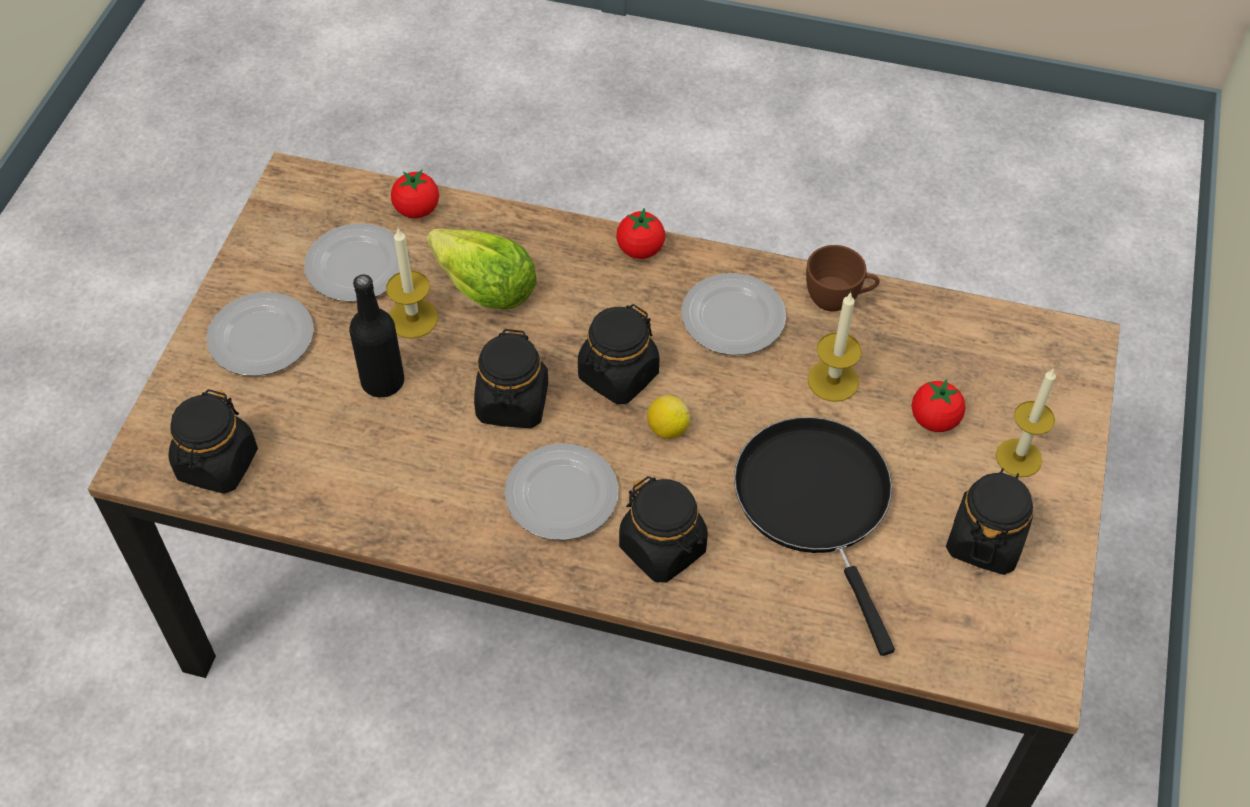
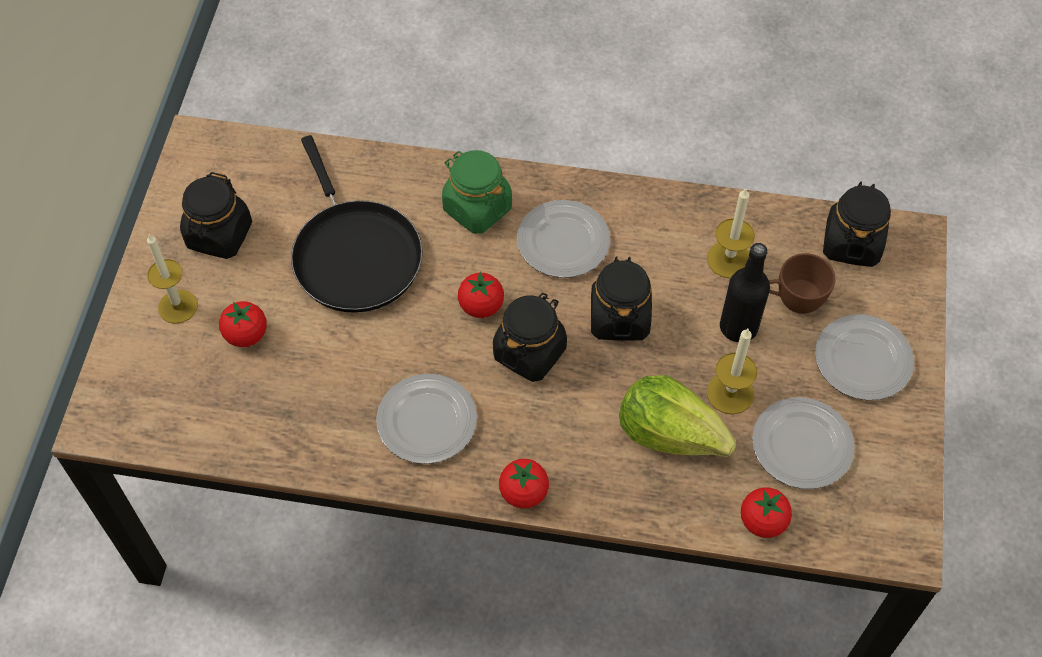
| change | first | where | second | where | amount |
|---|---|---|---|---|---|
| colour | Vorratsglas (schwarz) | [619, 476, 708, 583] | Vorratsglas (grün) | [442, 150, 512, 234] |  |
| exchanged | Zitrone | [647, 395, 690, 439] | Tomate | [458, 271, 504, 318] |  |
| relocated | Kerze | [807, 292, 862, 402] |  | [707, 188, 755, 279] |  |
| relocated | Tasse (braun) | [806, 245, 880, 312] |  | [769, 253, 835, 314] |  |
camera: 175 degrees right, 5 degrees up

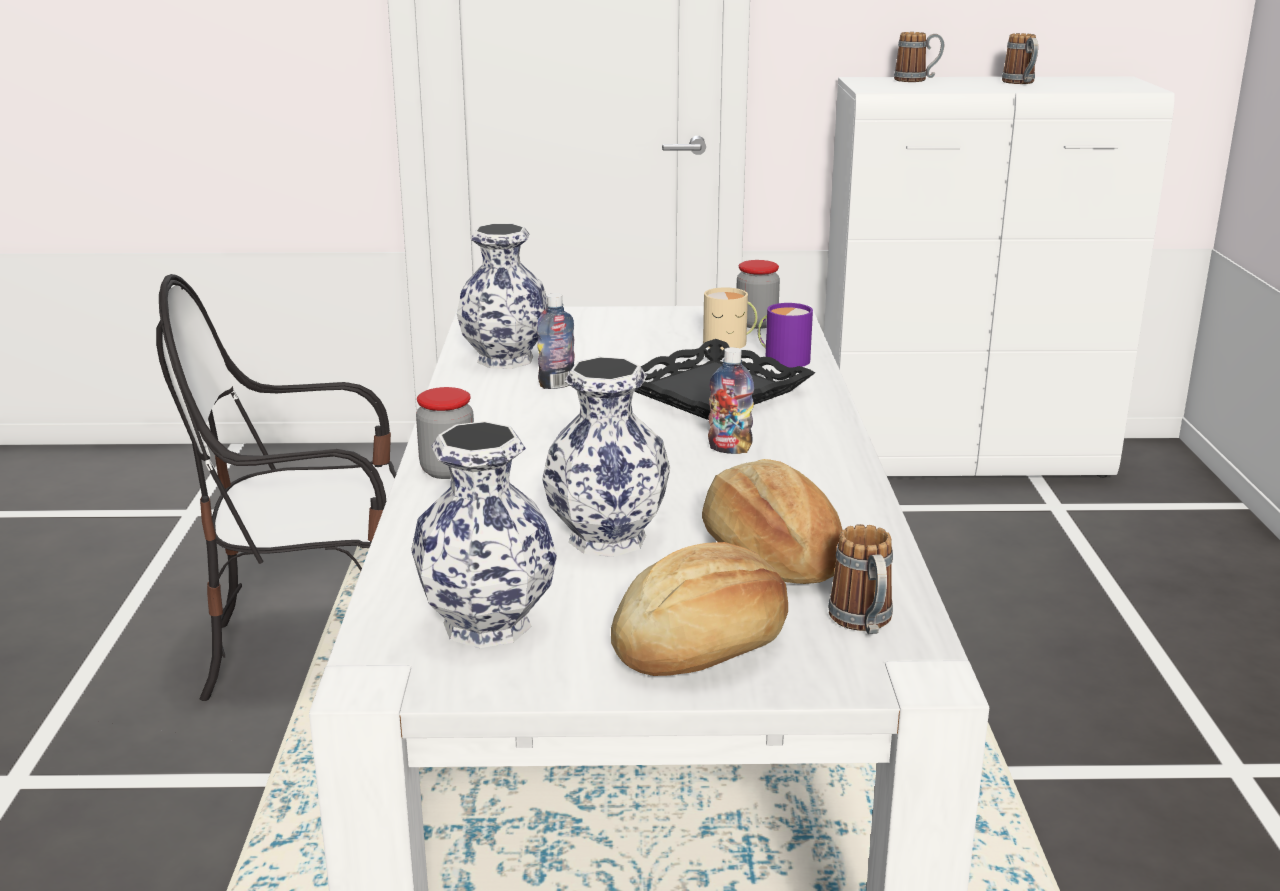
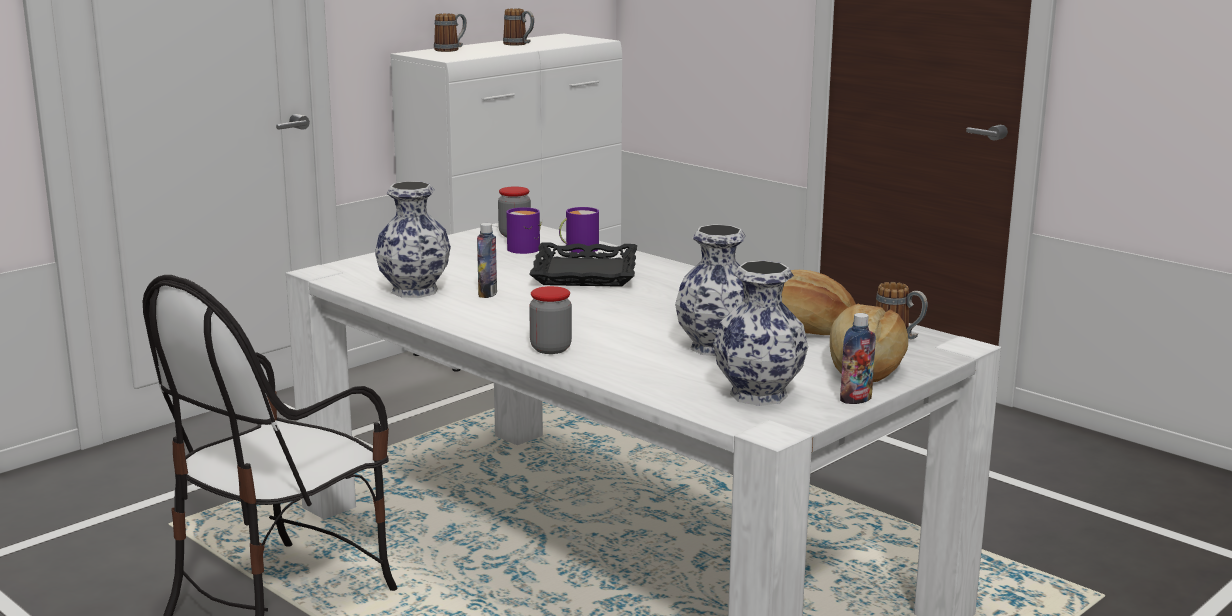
| change | first | where | second | where | amount |
|---|---|---|---|---|---|
| colour | Henkelbecher (beige) | [703, 287, 758, 350] | Henkelbecher (lila) | [506, 207, 541, 254] |  |
| relocated | Flasche | [708, 347, 754, 454] |  | [840, 313, 876, 404] |  |
camera: 45 degrees left, 5 degrees down

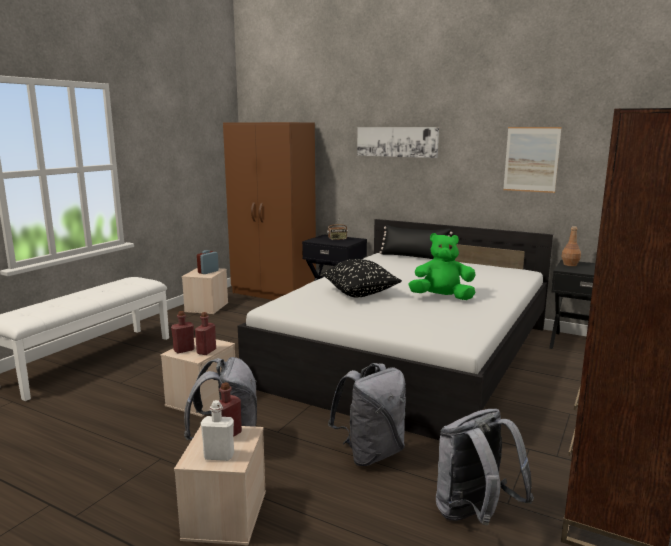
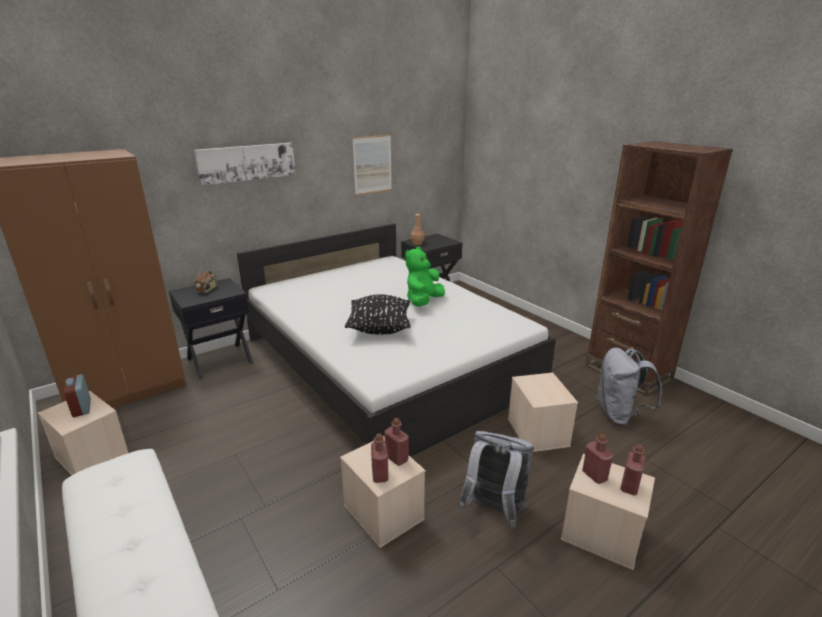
| change | first | where | second | where | amount |
|---|---|---|---|---|---|
| exchanged | Rucksack (grau) | [328, 363, 406, 466] | Aufbewahrungsbox (beige) | [508, 372, 578, 452] |  |
| colour | Flasche (weiß) | [201, 400, 234, 461] | Flasche (rot) | [620, 444, 646, 495] |  |
| missing | Kissen (schwarz) | [379, 225, 453, 259] |  |  |  |
camera: 65 degrees left, 10 degrees up

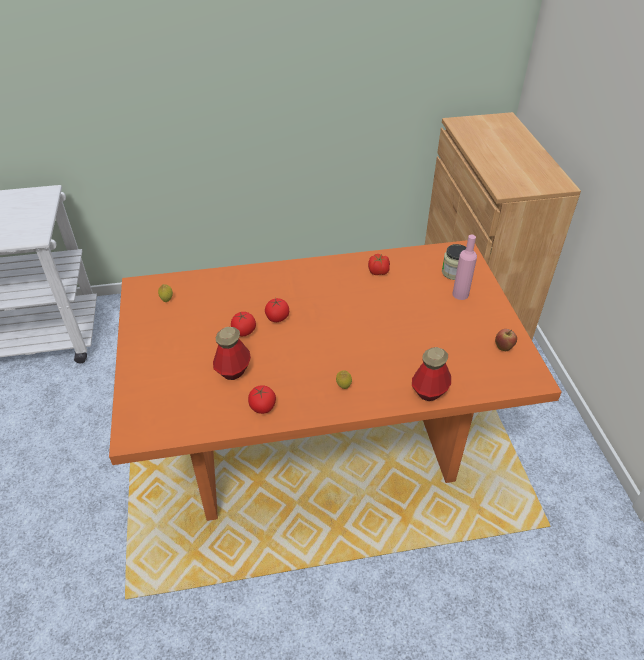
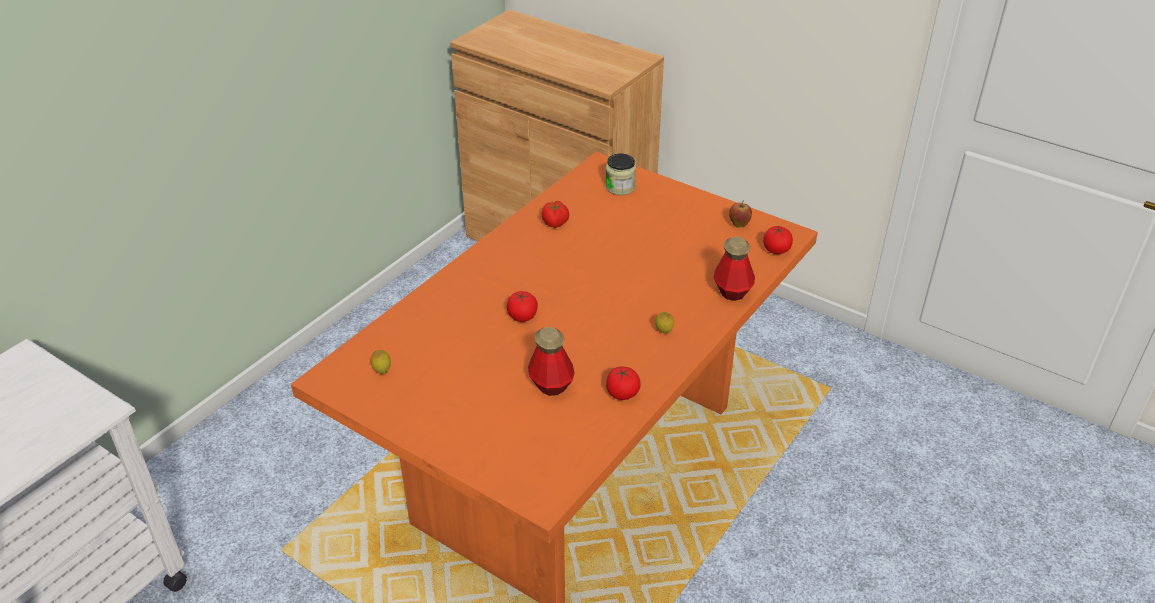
| change | first | where | second | where | amount |
|---|---|---|---|---|---|
| relocated | Tomate | [231, 312, 256, 336] |  | [763, 226, 793, 254] |  |
| missing | Flasche (rosa) | [452, 235, 477, 300] |  |  |  |
camera: 45 degrees left, 5 degrees down

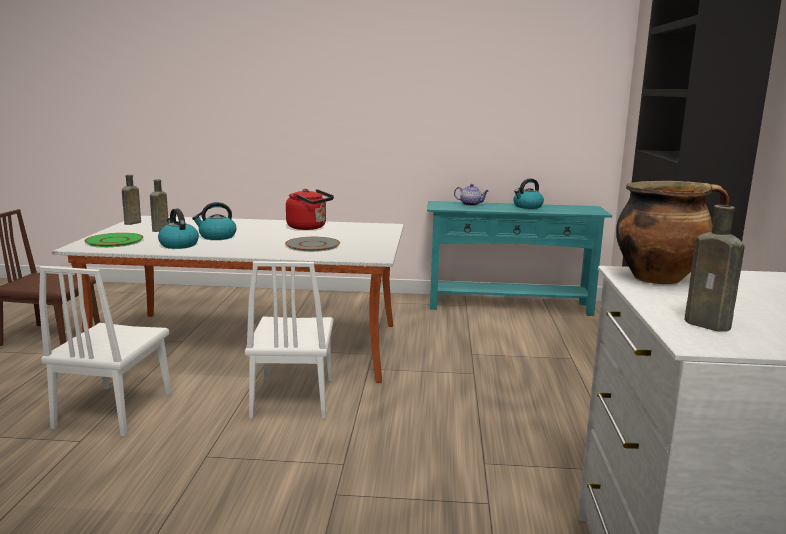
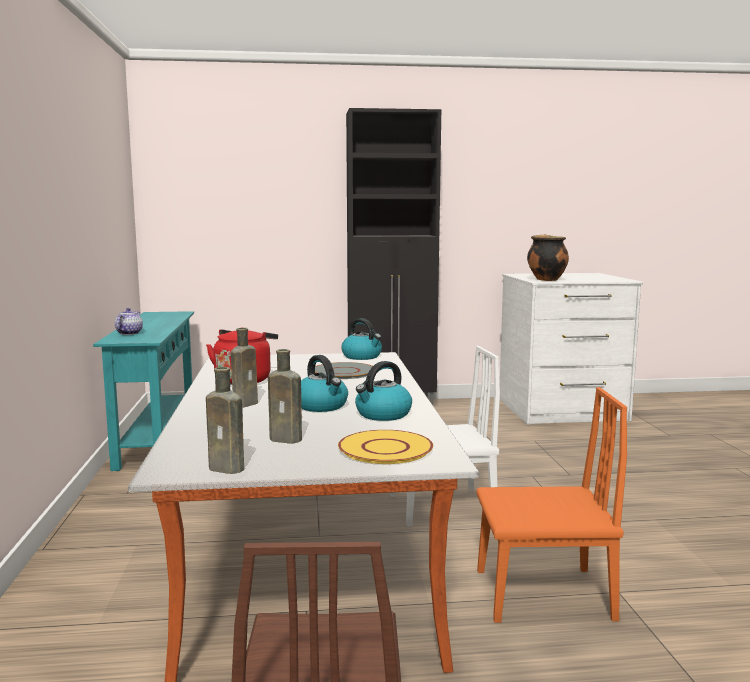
| change | first | where | second | where | amount |
|---|---|---|---|---|---|
| relocated | Flasche (braun) | [685, 205, 745, 332] |  | [231, 328, 258, 408] |  |
| colour | Teller (grün) | [85, 233, 144, 247] | Teller (gelb) | [338, 430, 433, 464] |  |
| relocated | Wasserkessel | [513, 178, 544, 209] |  | [341, 318, 382, 360] |  |
| colour | Stuhl (weiß) | [39, 266, 172, 437] | Stuhl (orange) | [476, 387, 627, 623] |  |
camera: 100 degrees left, 5 degrees down

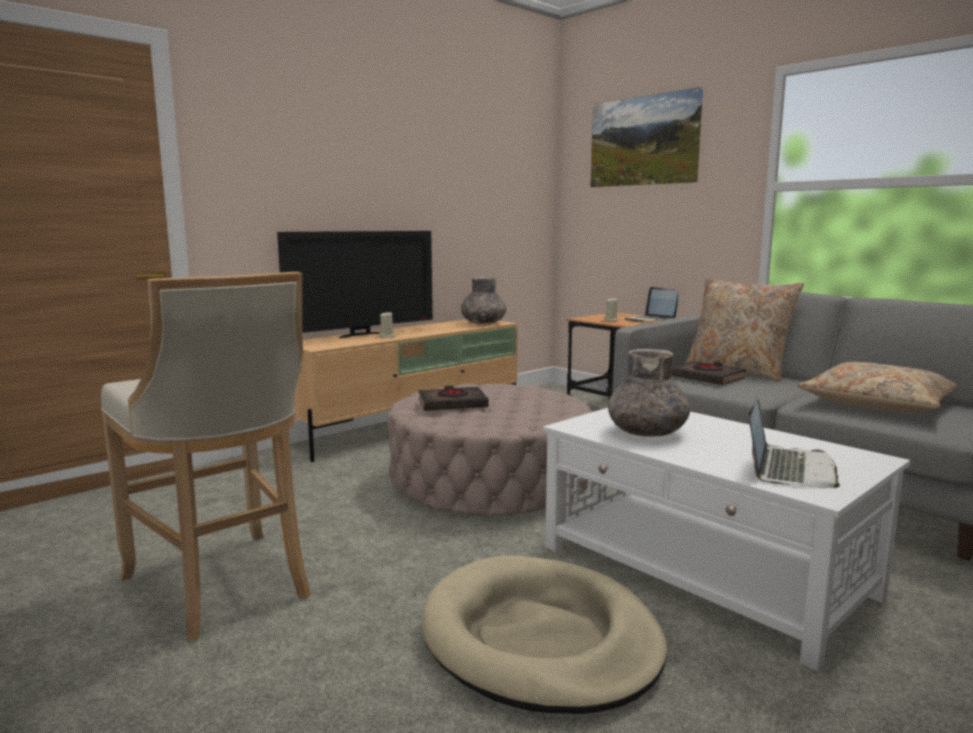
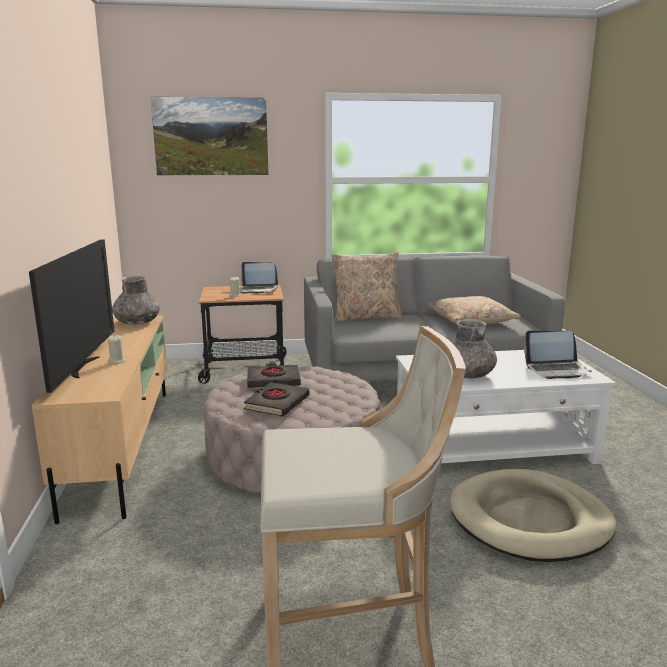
| change | first | where | second | where | amount |
|---|---|---|---|---|---|
| relocated | Buch (schwarz) | [671, 361, 746, 385] |  | [247, 364, 301, 388] |  |
| spun | Laptop | [749, 398, 840, 488] |  | [524, 331, 592, 379] | 120 degrees clockwise |
camera: 55 degrees left, 5 degrees up

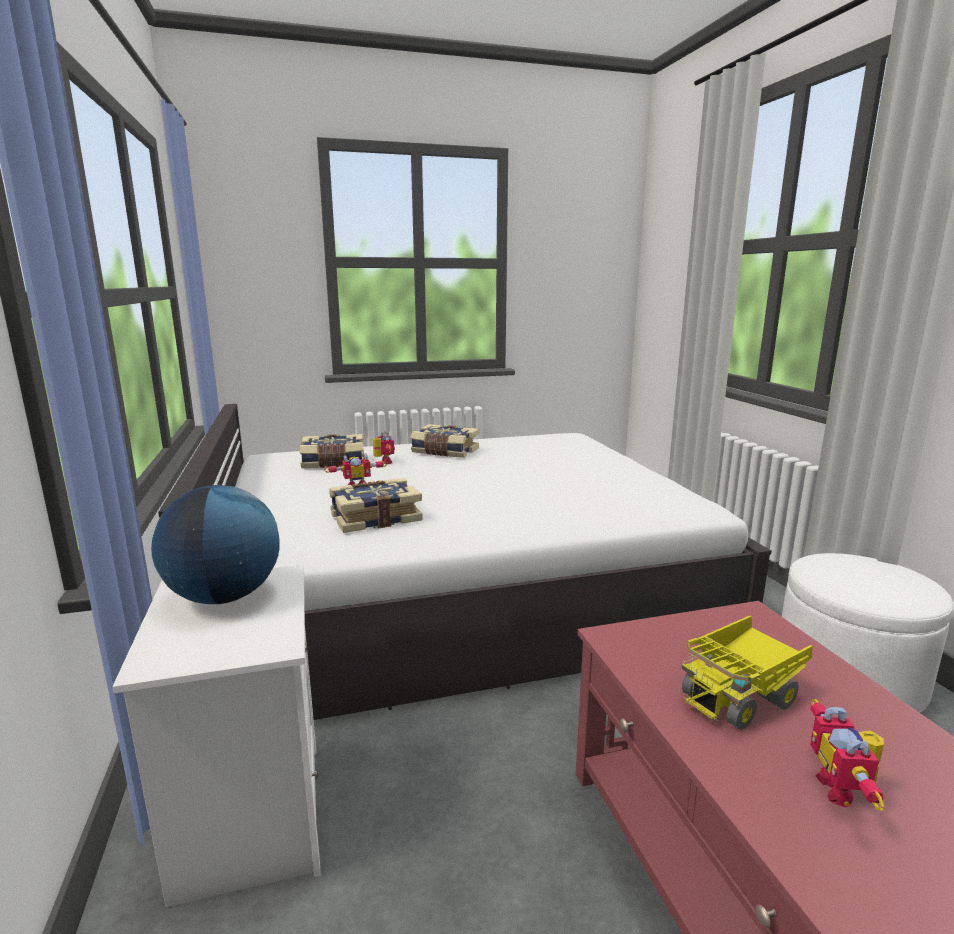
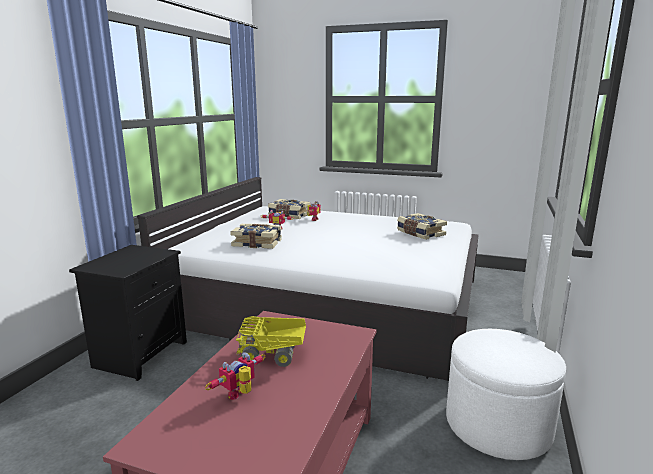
| change | first | where | second | where | amount |
|---|---|---|---|---|---|
| colour | Nachttisch (weiß) | [112, 565, 320, 907] | Nachttisch (schwarz) | [69, 245, 187, 381] |  |
| relocated | Buch | [410, 424, 479, 458] |  | [397, 213, 447, 240] |  |
| missing | Globus | [151, 485, 280, 604] |  |  |  |
camera: 35 degrees right, 0 degrees up

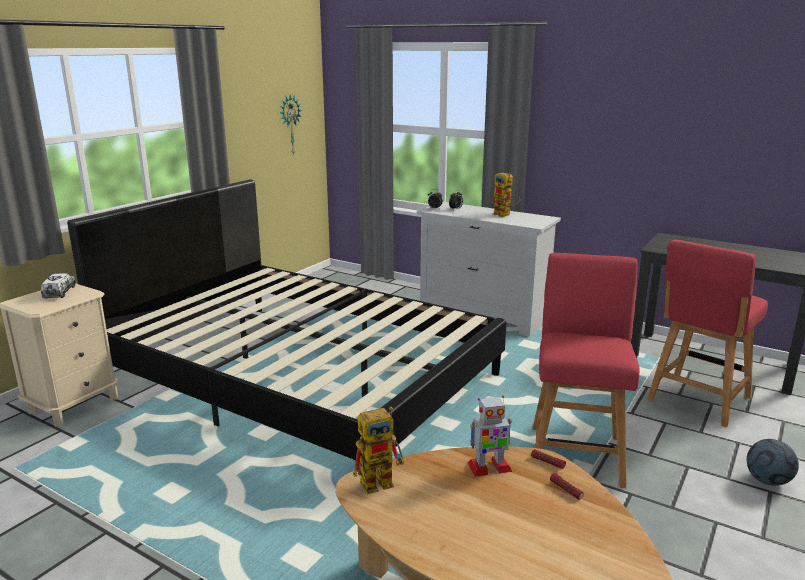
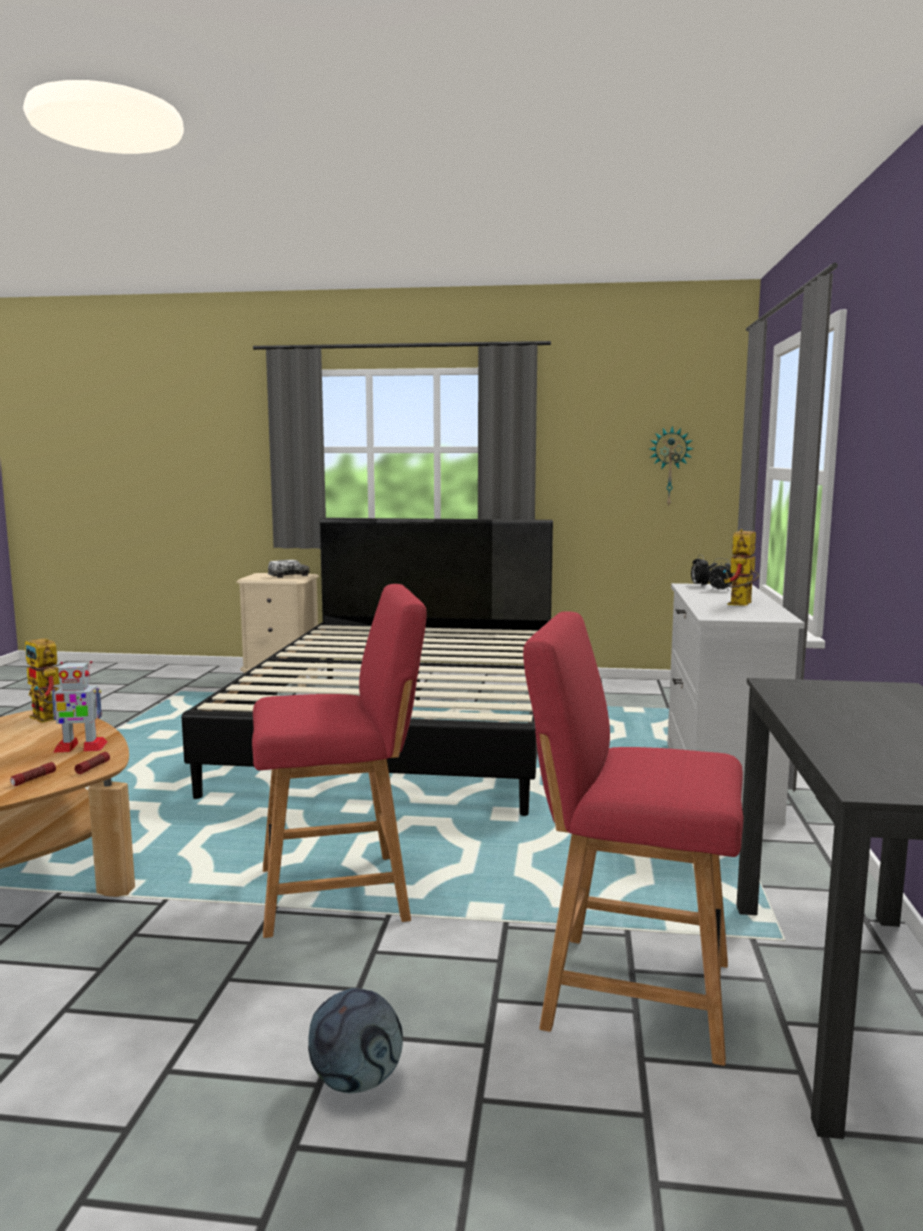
| change | first | where | second | where | amount |
|---|---|---|---|---|---|
| spun | Spielzeugroboter | [467, 396, 512, 477] |  | [50, 661, 107, 753] | 60 degrees counterclockwise |
camera: 65 degrees right, 10 degrees down

